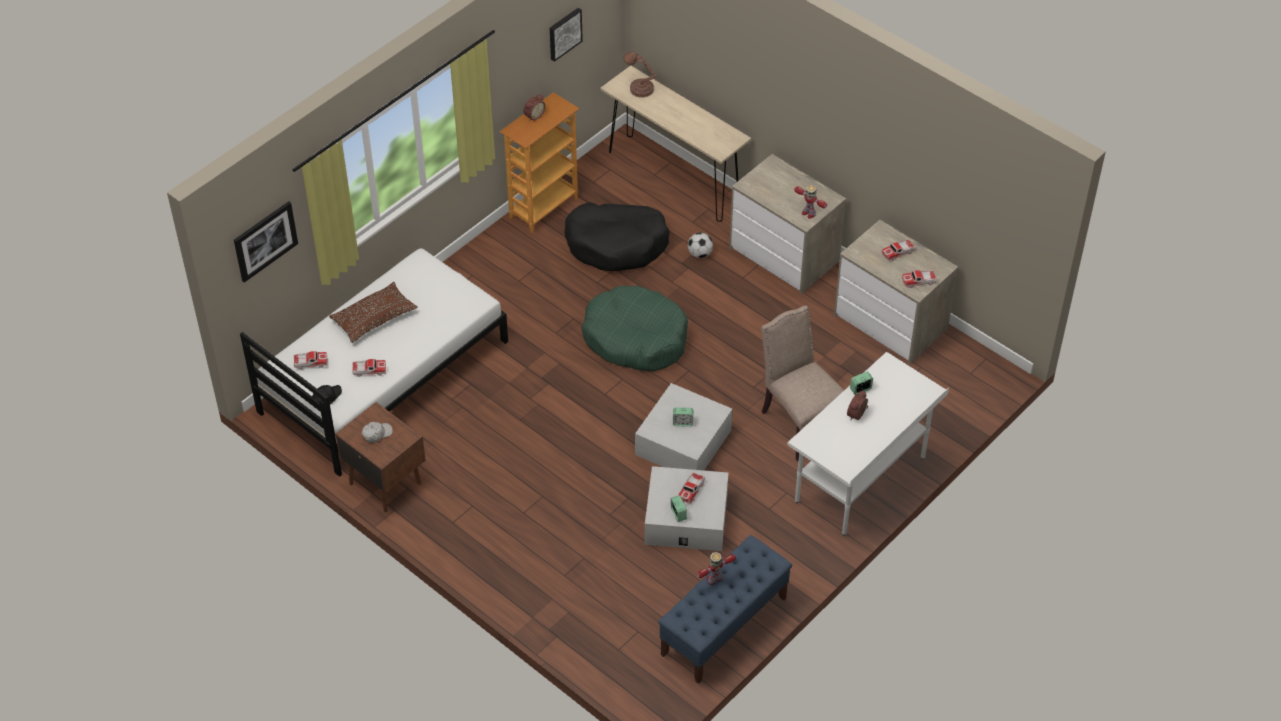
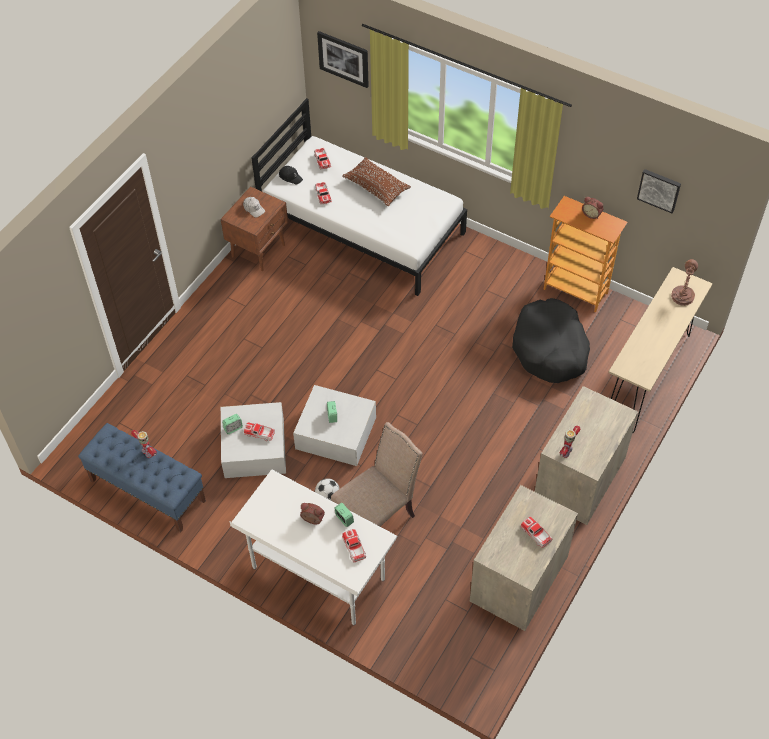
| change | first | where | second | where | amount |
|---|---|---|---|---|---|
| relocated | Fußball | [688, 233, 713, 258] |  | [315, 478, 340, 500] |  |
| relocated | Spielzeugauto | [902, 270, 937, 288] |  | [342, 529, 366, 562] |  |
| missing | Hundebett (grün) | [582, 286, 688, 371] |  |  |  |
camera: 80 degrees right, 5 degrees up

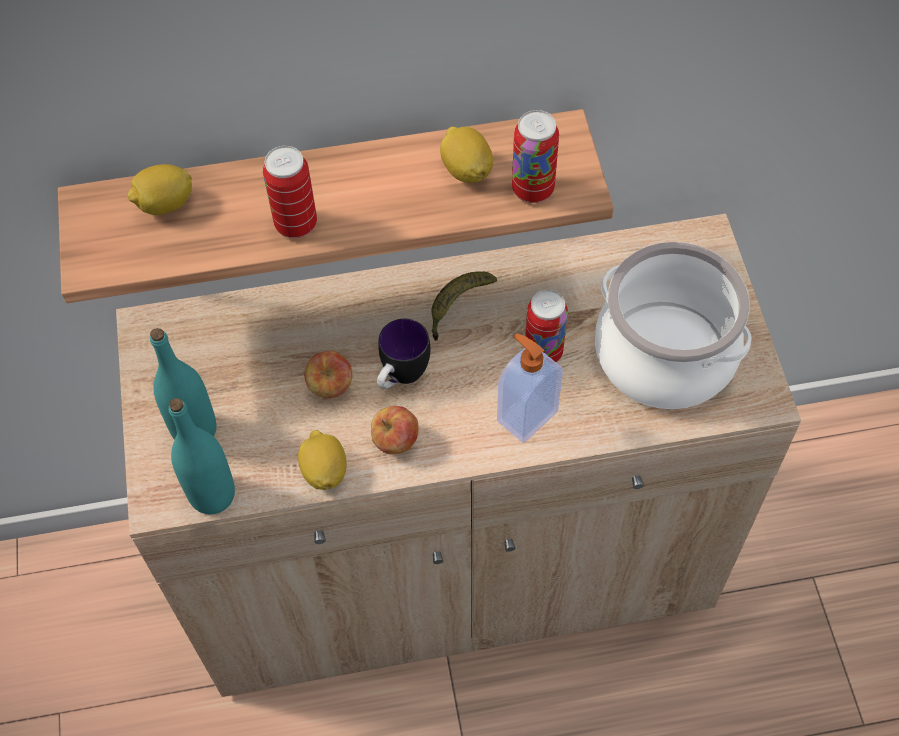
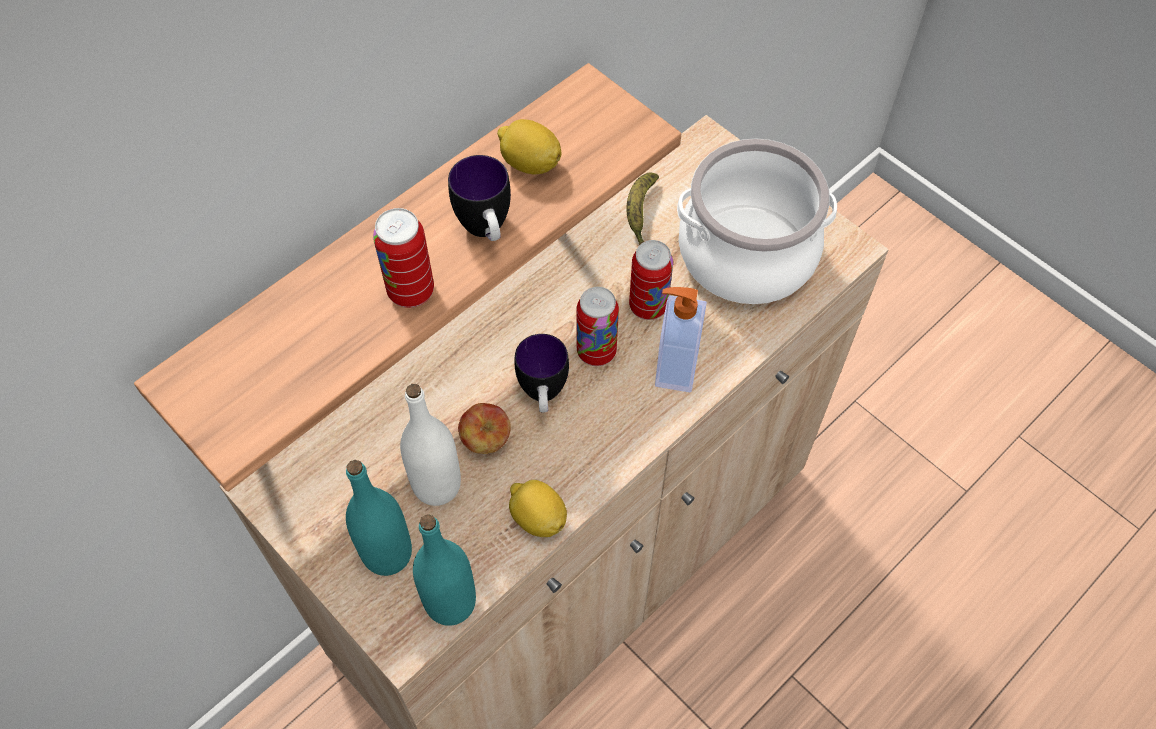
| change | first | where | second | where | amount |
|---|---|---|---|---|---|
| appeared |  |  | Flasche (weiß) | [400, 384, 461, 506] |  |
| appeared |  |  | Henkelbecher | [448, 155, 511, 241] |  |
| relocated | Dose | [512, 110, 559, 203] |  | [577, 287, 619, 366] |  |
| relocated | Banane | [431, 272, 497, 341] |  | [626, 172, 659, 244] |  |
| missing | Zitrone | [127, 164, 192, 215] |  |  |  |
| missing | Apfel | [371, 406, 419, 454] |  |  |  |
camera: 35 degrees left, 0 degrees up

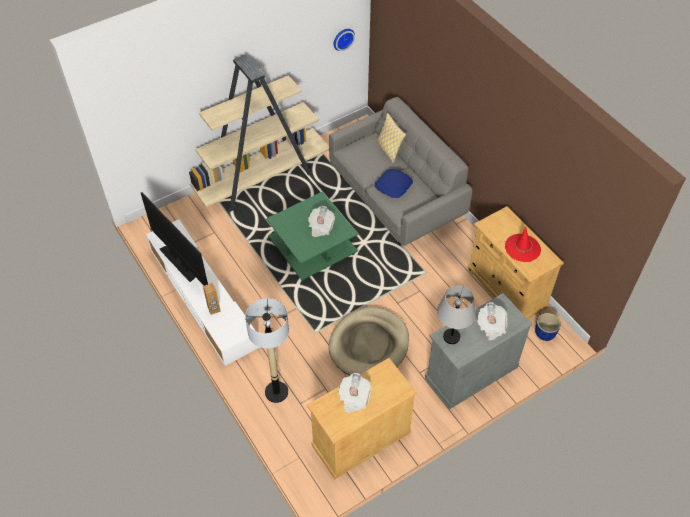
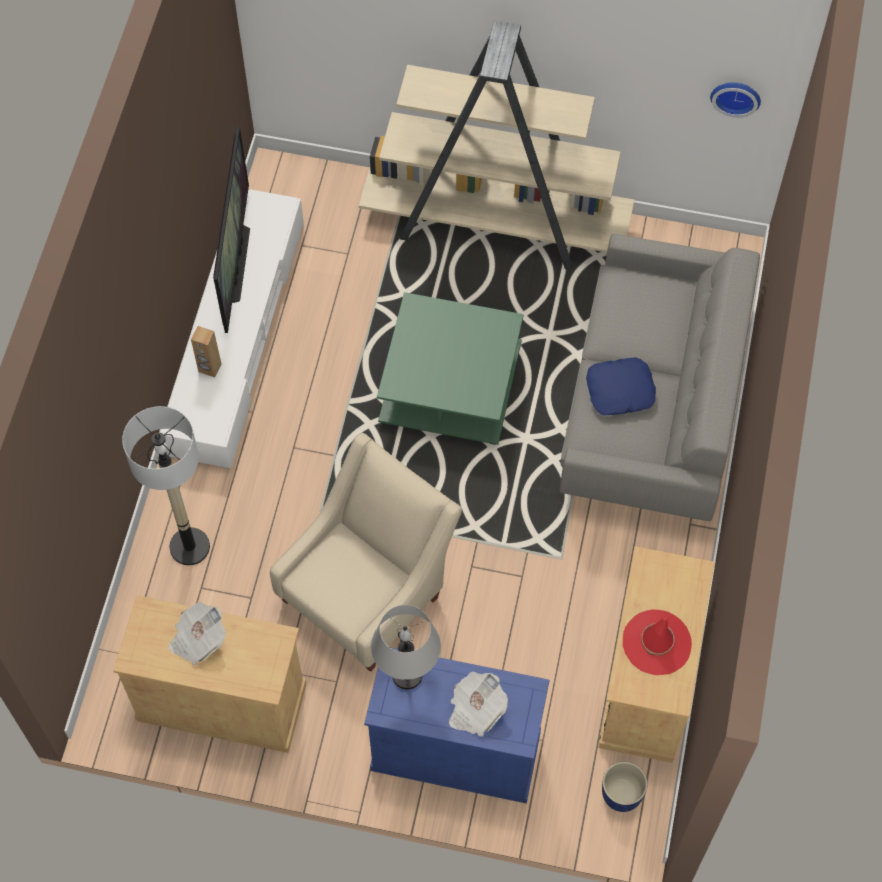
| change | first | where | second | where | amount |
|---|---|---|---|---|---|
| exchanged | Hundebett (beige) | [329, 307, 409, 376] | Sessel (beige) | [270, 433, 462, 672] |  |
| colour | Schrank (grau) | [425, 293, 532, 410] | Schrank (blau) | [364, 648, 549, 803] |  |
| missing | Zeitung | [308, 206, 335, 237] |  |  |  |
| missing | Kissen | [376, 113, 406, 163] |  |  |  |
camera: 45 degrees right, 10 degrees up

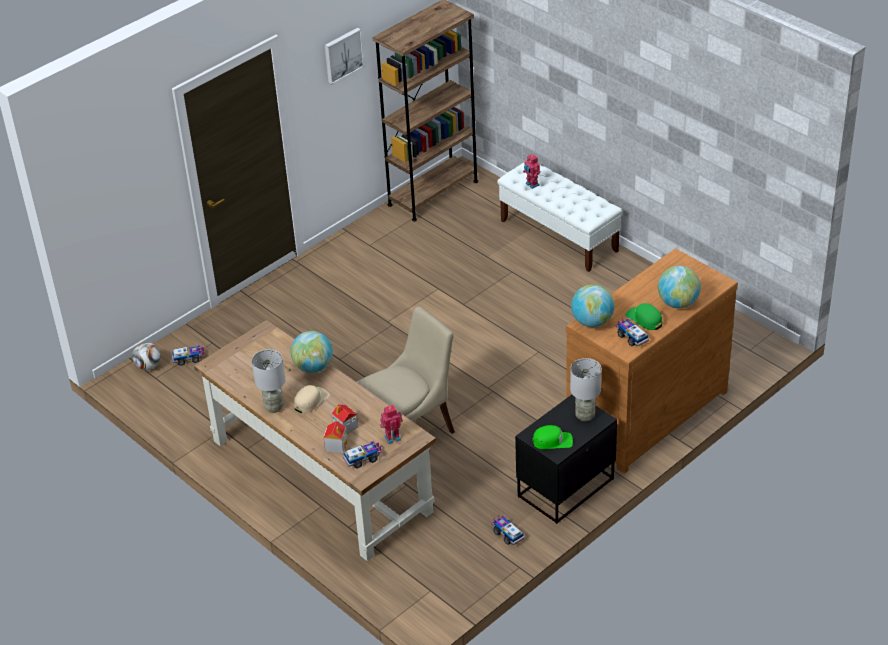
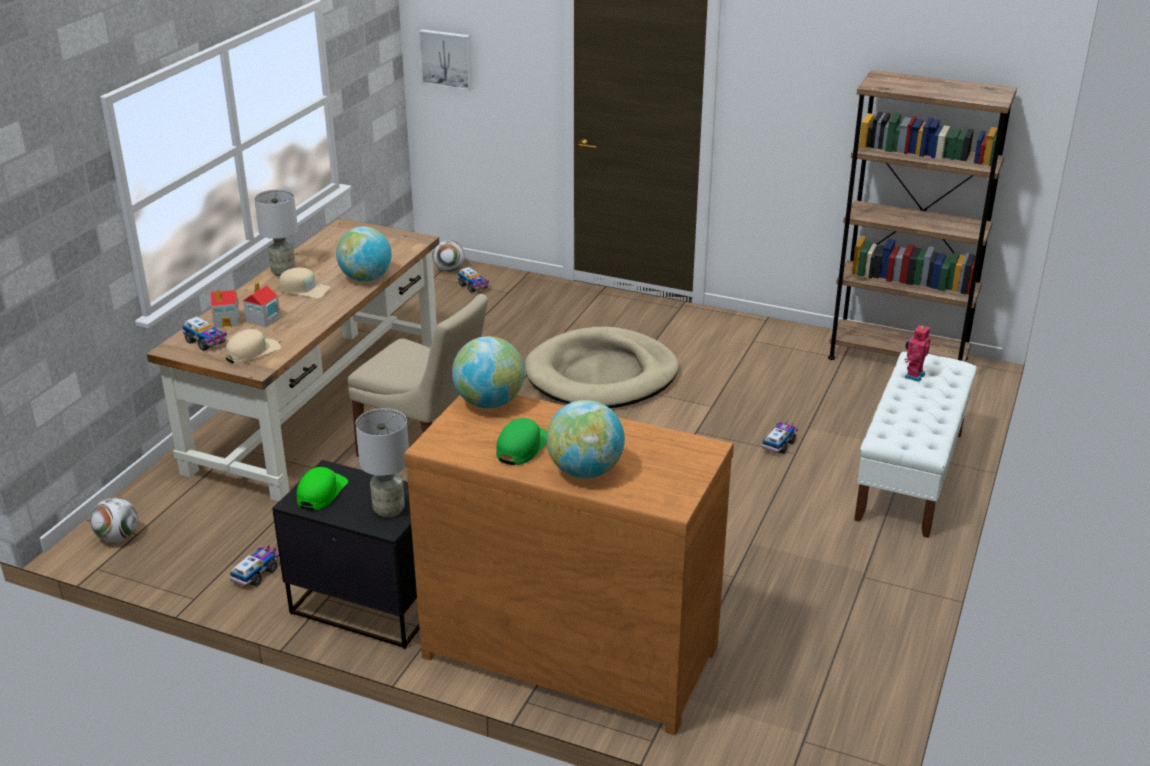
| change | first | where | second | where | amount |
|---|---|---|---|---|---|
| appeared |  |  | Fußball | [90, 497, 138, 542] |  |
| exchanged | Spielzeugroboter | [380, 405, 403, 444] | Kappe (beige) | [226, 329, 281, 364] |  |
| spun | Kappe (grün) | [532, 425, 573, 449] |  | [297, 467, 348, 511] | 135 degrees counterclockwise |
| relocated | Bild | [325, 28, 364, 84] |  | [419, 29, 473, 91] |  |
| appeared |  |  | Hundebett (beige) | [525, 327, 679, 408] |  |
| relocated | Spielzeuglaster | [616, 318, 649, 347] |  | [762, 421, 798, 454] |  |
camera: 65 degrees right, 10 degrees down

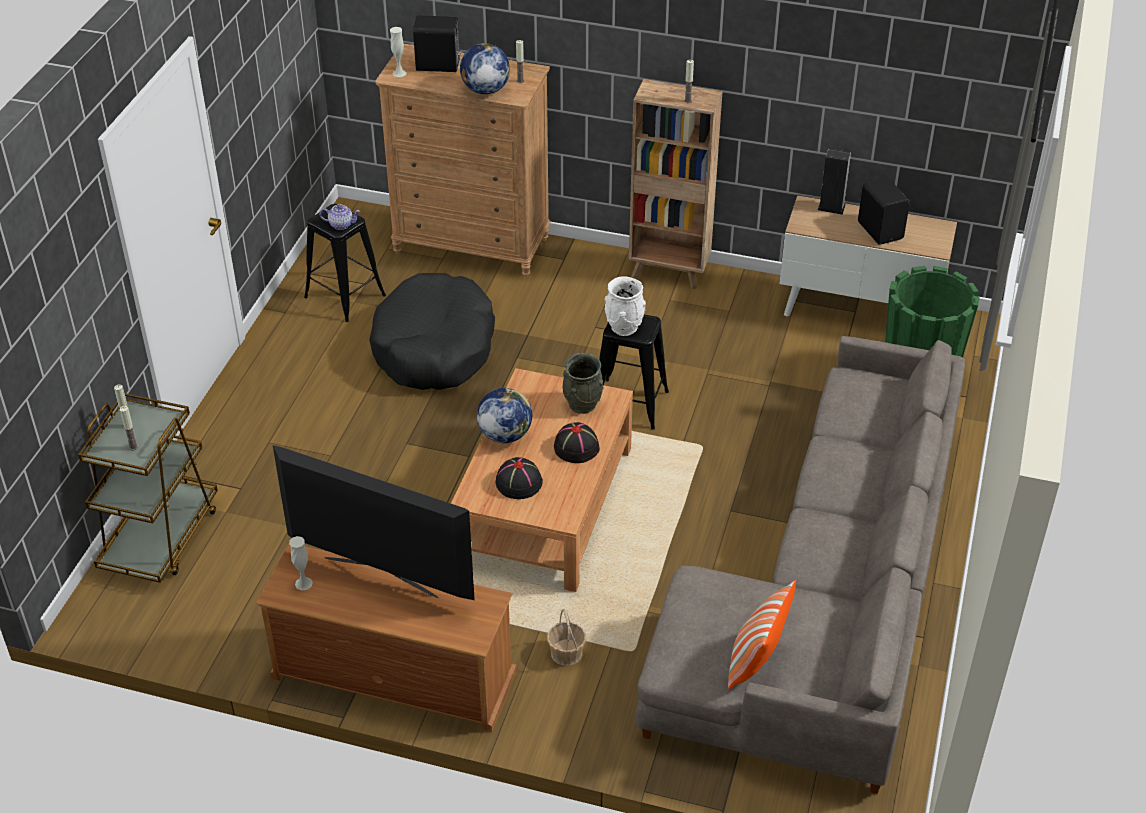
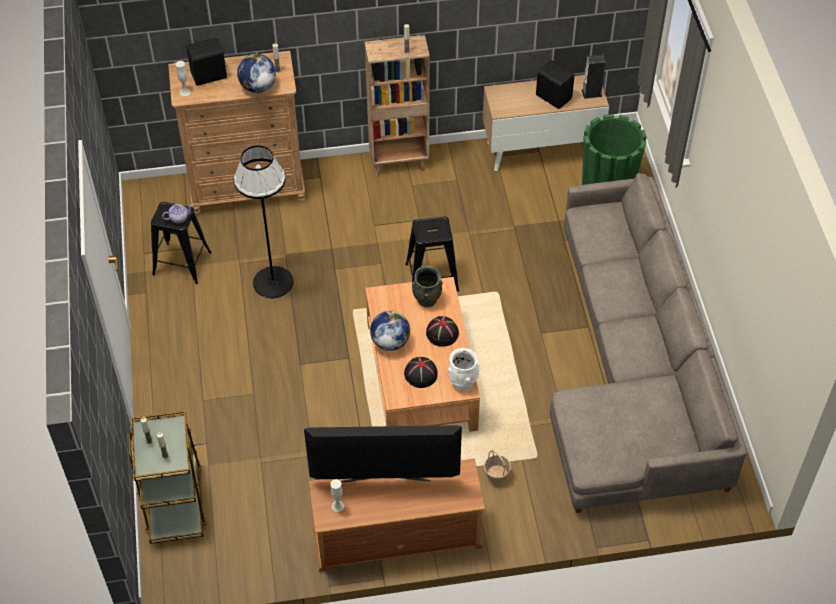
| change | first | where | second | where | amount |
|---|---|---|---|---|---|
| exchanged | Hundebett (schwarz) | [369, 273, 495, 390] | Stehlampe (schwarz) | [234, 145, 294, 299] |  |
| relocated | Vase (weiß) | [605, 276, 646, 336] |  | [448, 348, 480, 391] |  |
| relocated | Lautsprecher | [818, 148, 851, 215] |  | [582, 55, 606, 99] |  |
| missing | Kissen | [728, 580, 796, 689] |  |  |  |
camera: 25 degrees left, 10 degrees up

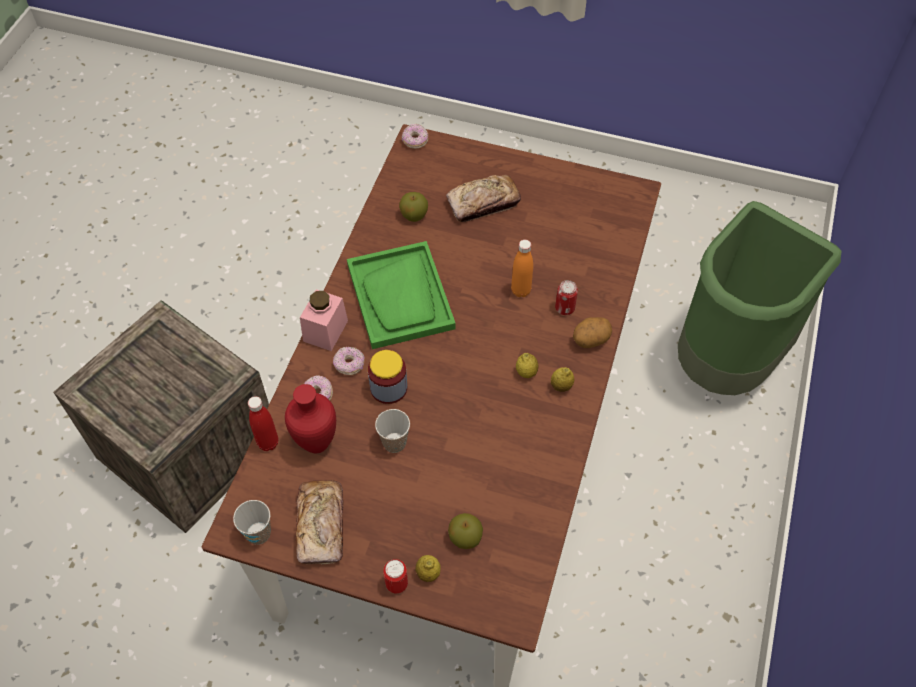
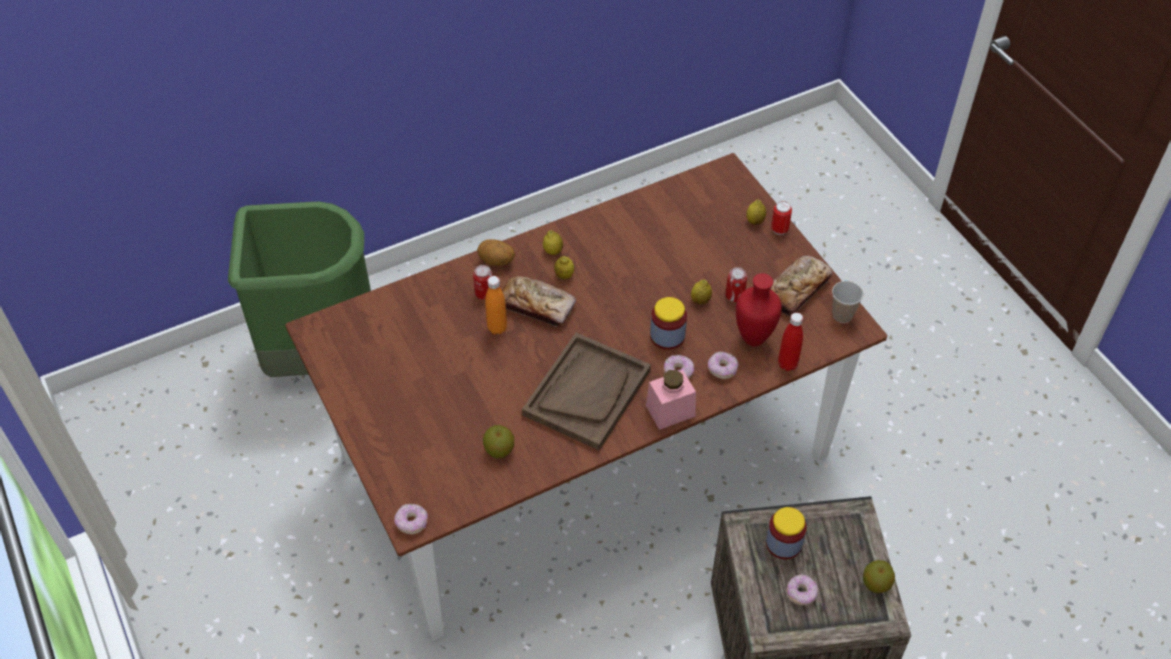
| change | first | where | second | where | amount |
|---|---|---|---|---|---|
| relocated | Brot | [446, 175, 521, 222] |  | [502, 276, 576, 327] |  |
| colour | Tablett (grün) | [347, 241, 456, 349] | Tablett (braun) | [522, 332, 651, 450] |  |
| exchanged | Tasse | [375, 409, 410, 453] | Zitrone | [691, 279, 712, 305] |  |
| appeared |  |  | Dose | [725, 267, 747, 302] |  |
| appeared |  |  | Vorratsglas | [766, 507, 807, 559] |  |
| appeared |  |  | Donut | [786, 574, 818, 605] |  |
| relocated | Apfel | [448, 513, 483, 549] |  | [863, 560, 895, 593] |  |
camera: 135 degrees left, 5 degrees down

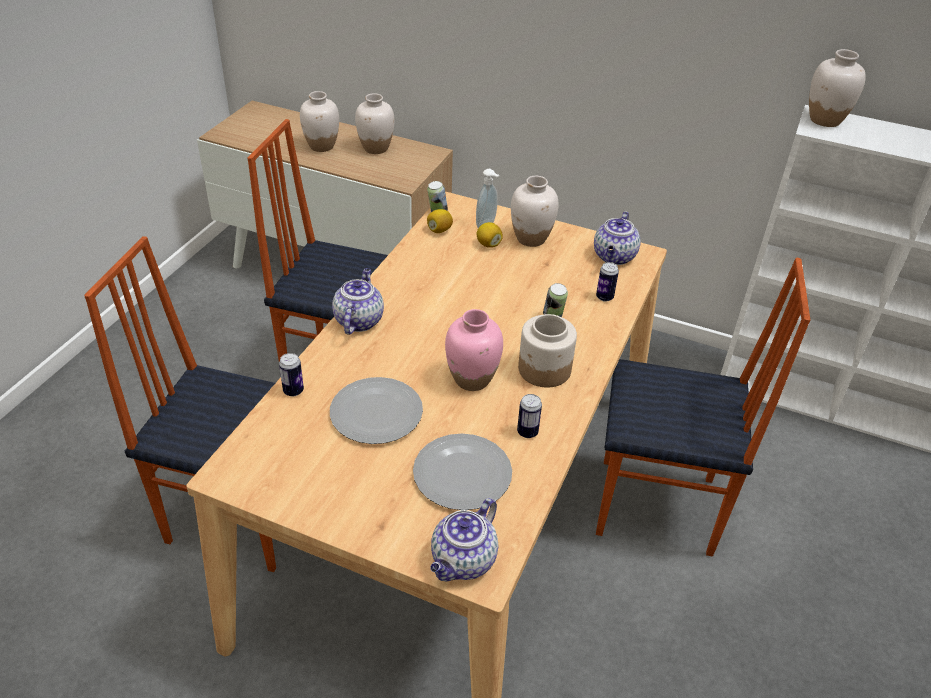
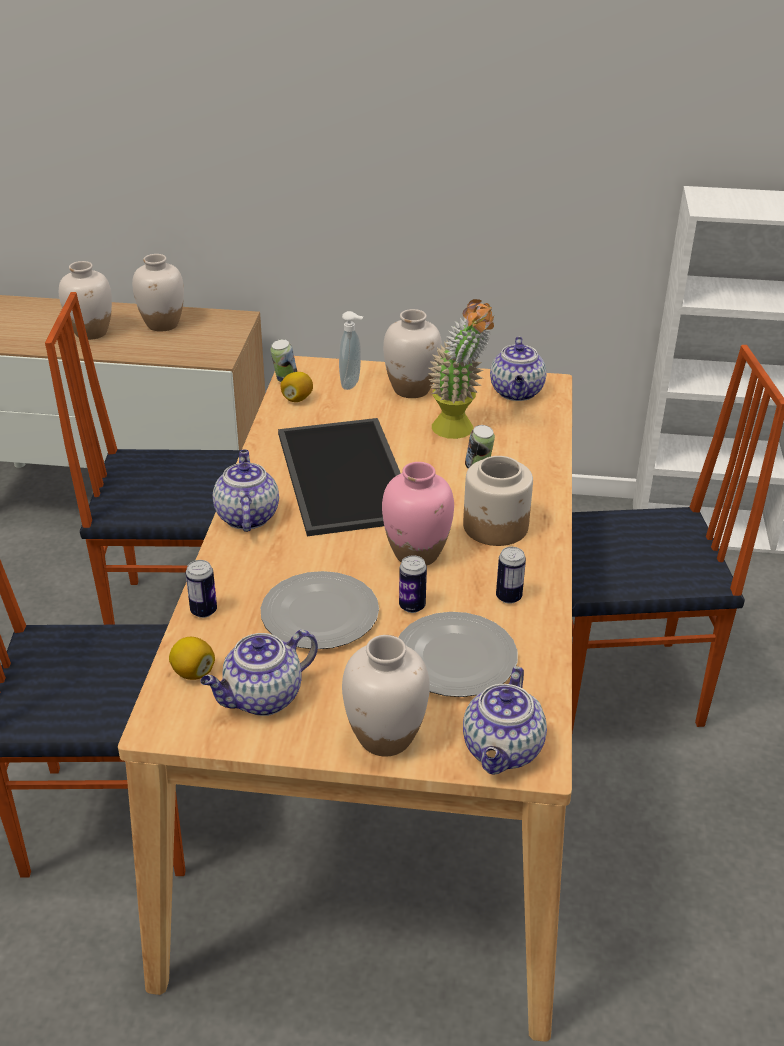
| change | first | where | second | where | amount |
|---|---|---|---|---|---|
| relocated | Zitrone | [476, 222, 503, 248] |  | [169, 637, 215, 680] |  |
| appeared |  |  | Teekanne | [200, 630, 318, 716] |  |
| appeared |  |  | Tablett | [278, 418, 401, 536] |  |
| relocated | Vase (weiß) | [809, 49, 866, 127] |  | [342, 635, 430, 756] |  |
| relocated | Dose | [596, 262, 619, 302] |  | [399, 555, 427, 613] |  |
| appeared |  |  | Topfpflanze | [428, 299, 494, 439] |  |
camera: 15 degrees left, 5 degrees down

